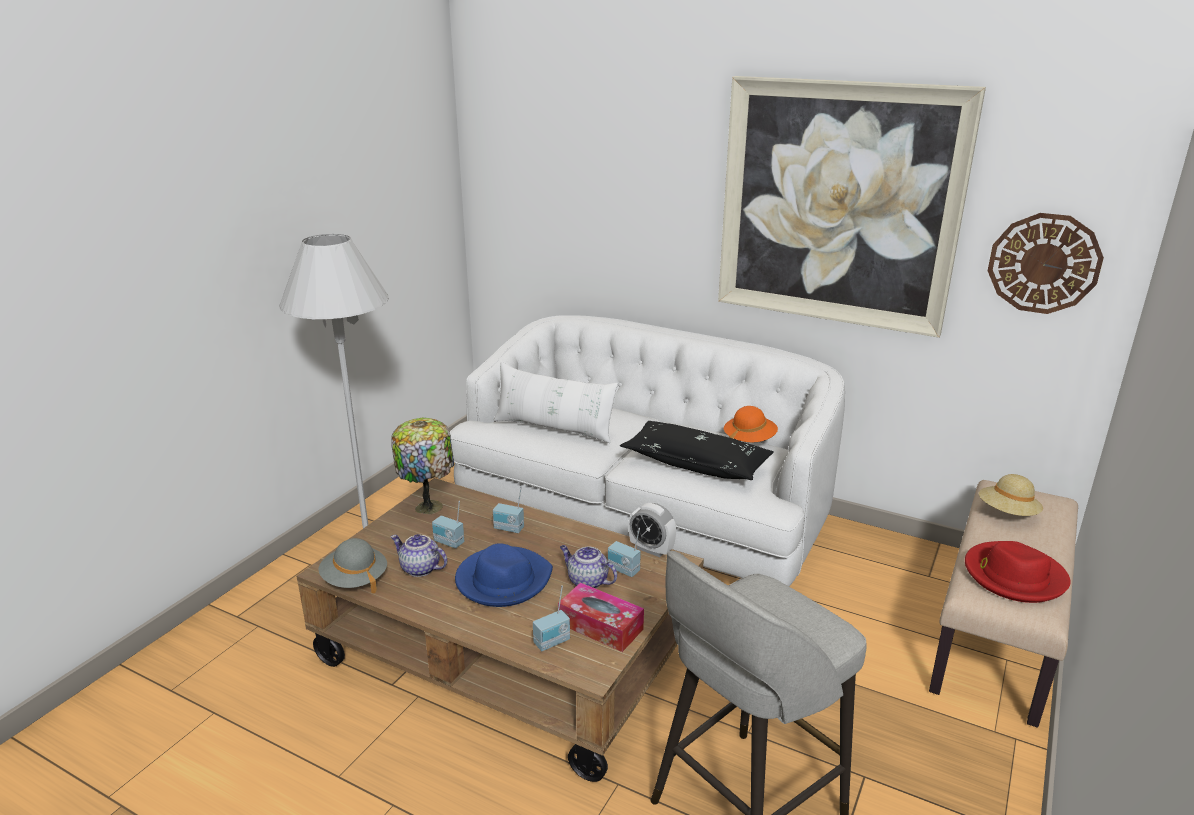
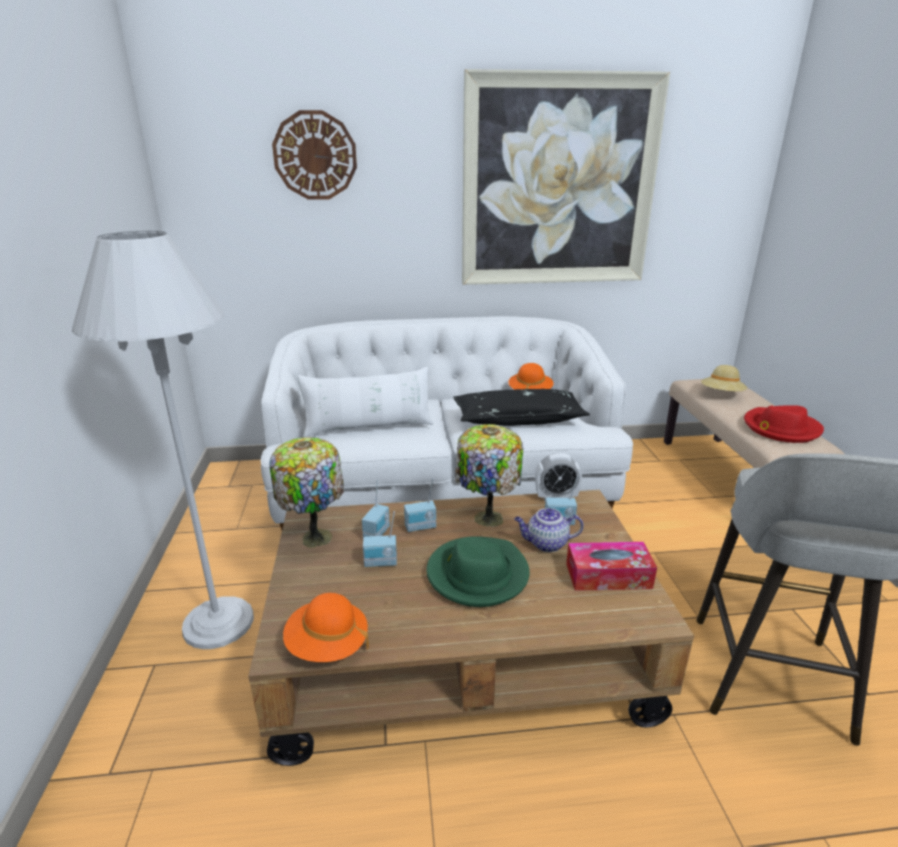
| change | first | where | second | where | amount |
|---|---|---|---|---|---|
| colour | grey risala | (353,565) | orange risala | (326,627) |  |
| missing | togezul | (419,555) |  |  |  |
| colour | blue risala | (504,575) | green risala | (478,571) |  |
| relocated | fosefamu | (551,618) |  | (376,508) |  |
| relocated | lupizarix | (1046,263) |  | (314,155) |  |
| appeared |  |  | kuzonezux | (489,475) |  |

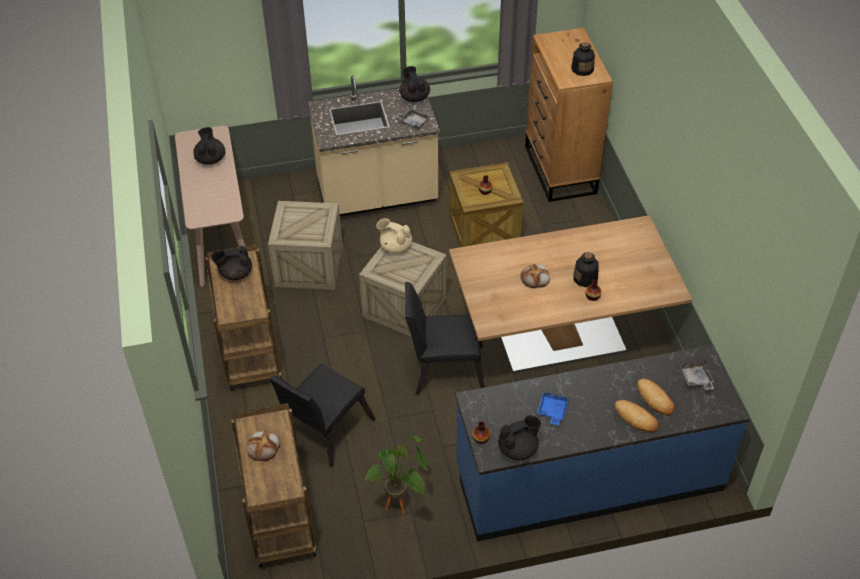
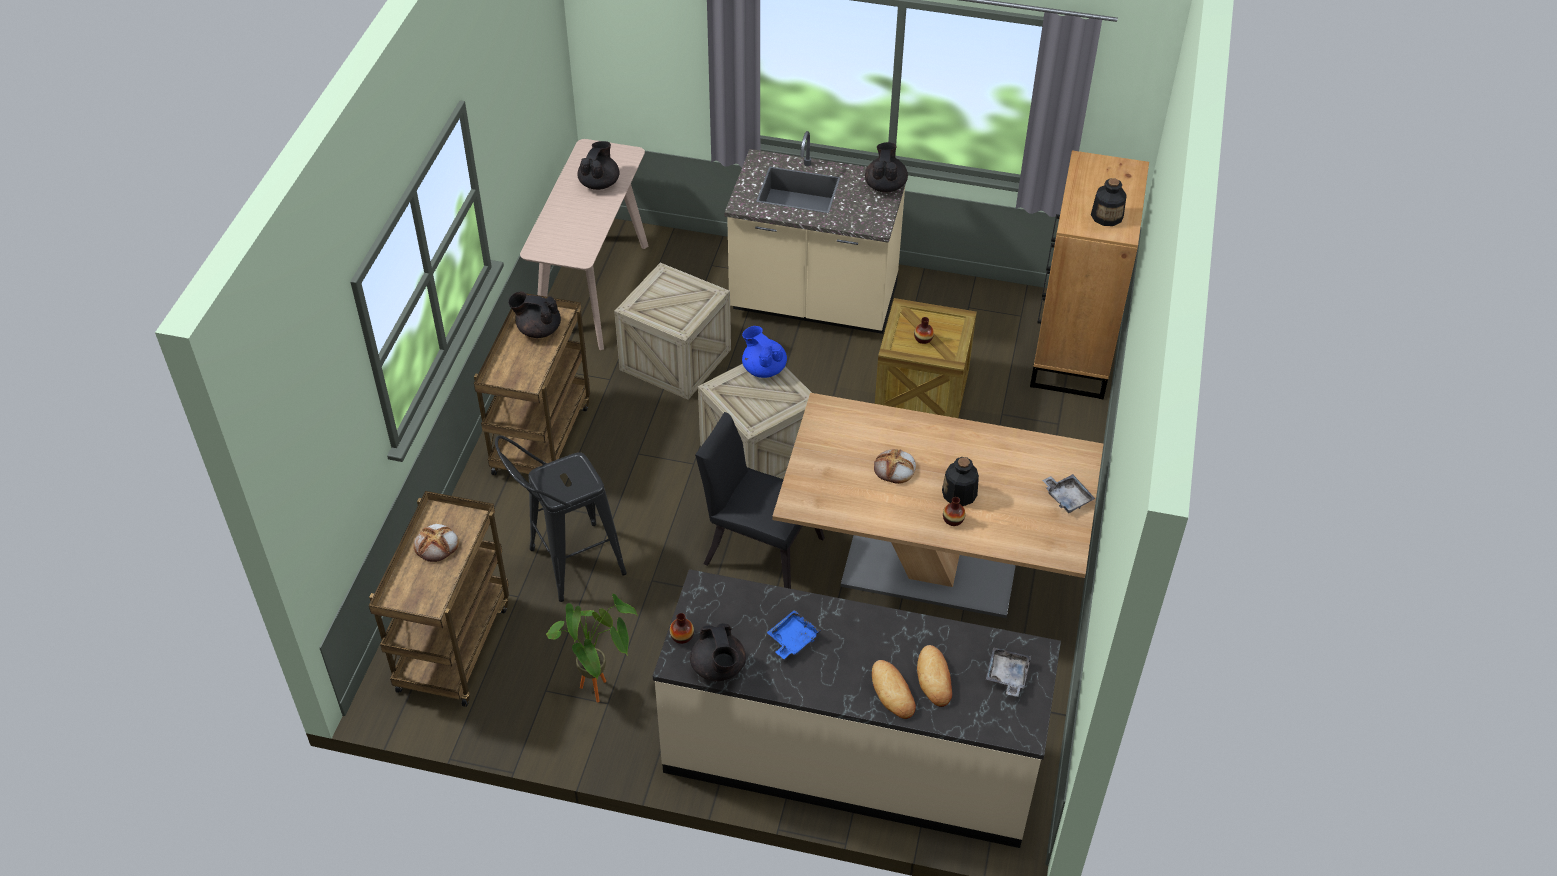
| change | first | where | second | where | amount |
|---|---|---|---|---|---|
| exchanged | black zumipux | (322,415) | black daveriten | (561,518) |  |
| colour | beige togezul | (394,235) | blue togezul | (764,352) |  |
| relocated | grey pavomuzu | (412,118) |  | (1068,493) |  |
| colour | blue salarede | (602,443) | beige salarede | (857,708) |  |
| spun | black togezul | (519,437) |  | (718,652) | 75 degrees clockwise |

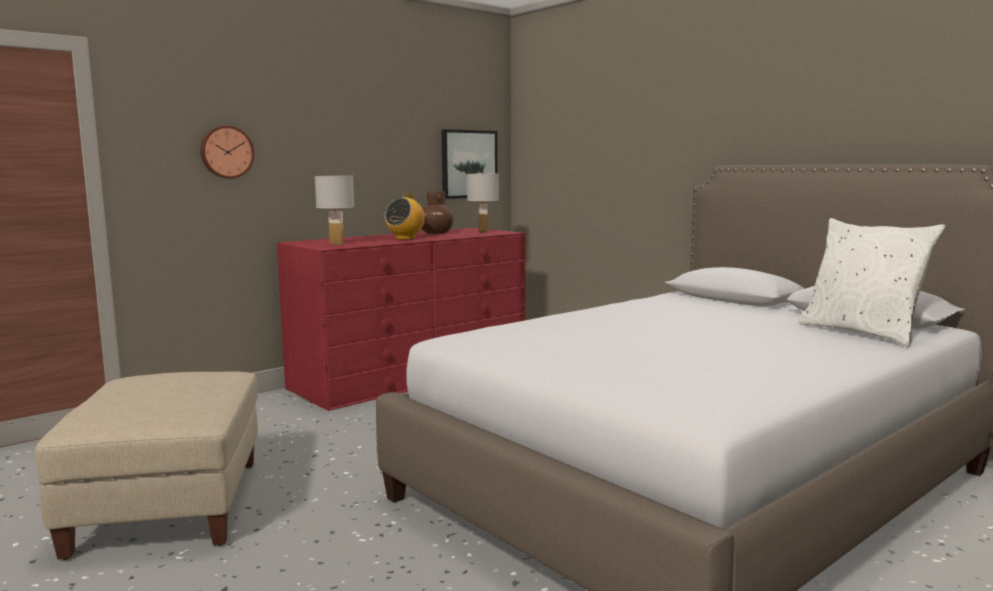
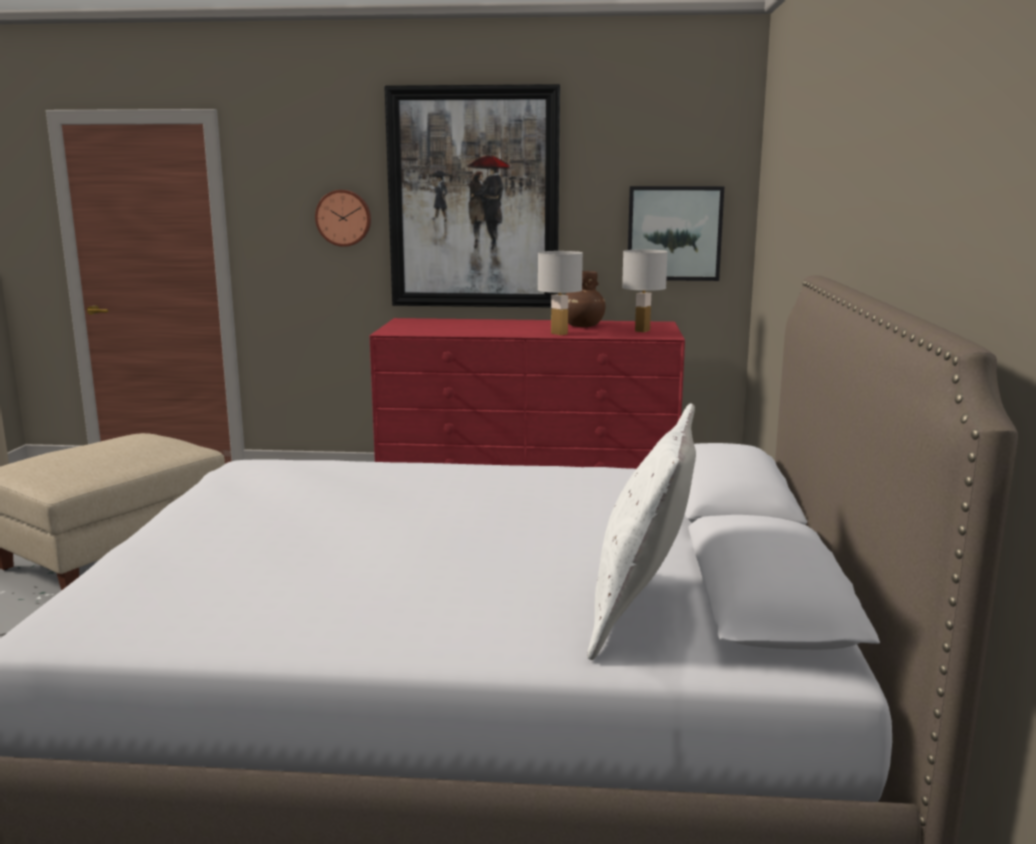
| change | first | where | second | where | amount |
|---|---|---|---|---|---|
| relocated | white kuzonezux | (334,210) |  | (560,293) |  |
| missing | fosefamu | (405,216) |  |  |  |
| appeared |  |  | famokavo | (472,195) |  |

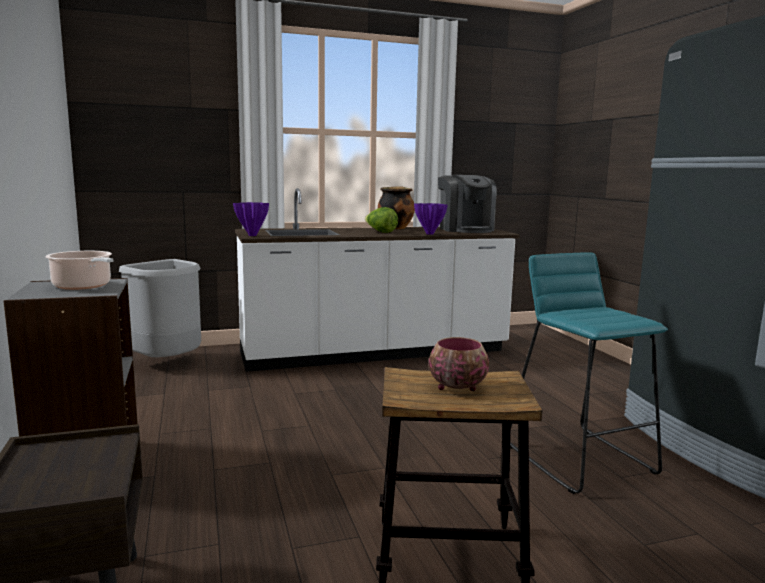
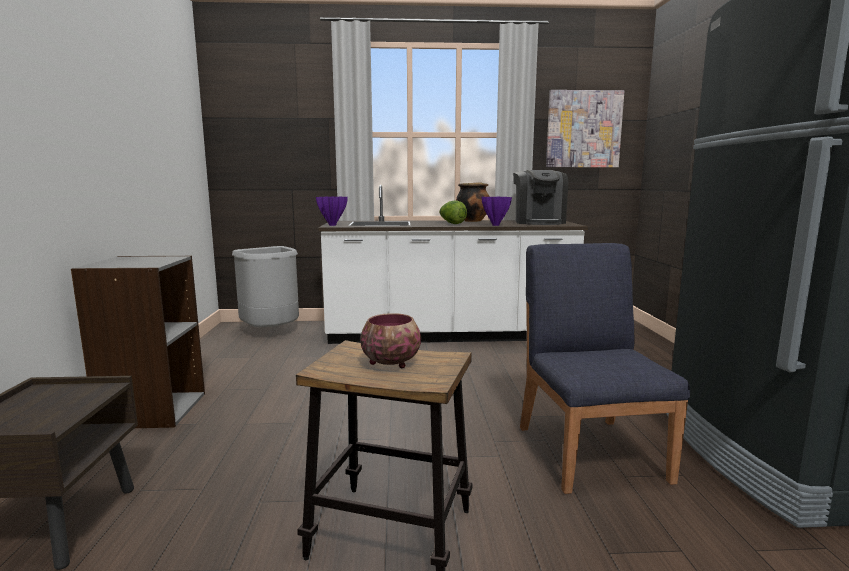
| change | first | where | second | where | amount |
|---|---|---|---|---|---|
| missing | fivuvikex | (79,270) |  |  |  |
| exchanged | turquoise daveriten | (589,373) | blue zumipux | (605,368) |  |
| appeared |  |  | famokavo | (585,128) |  |

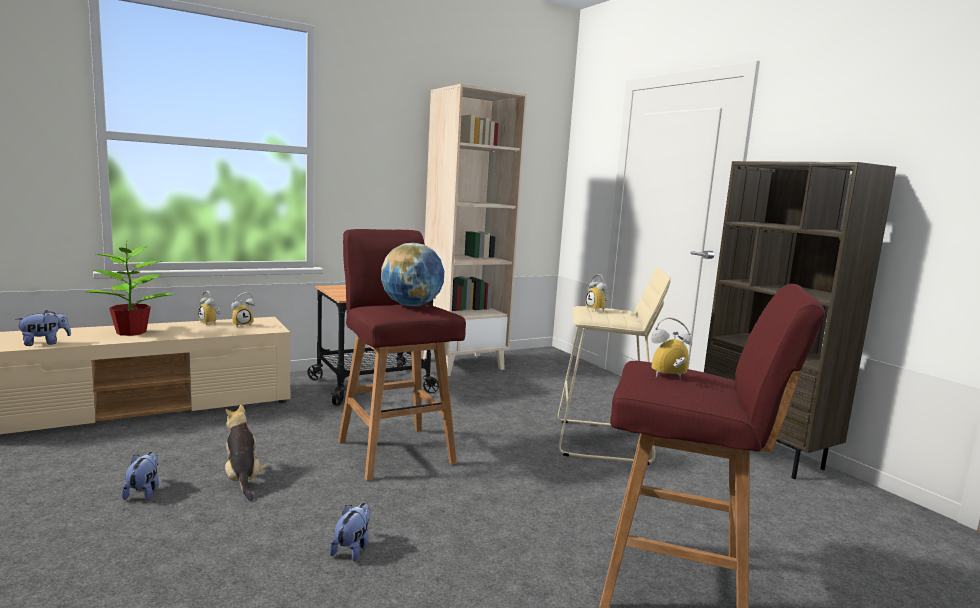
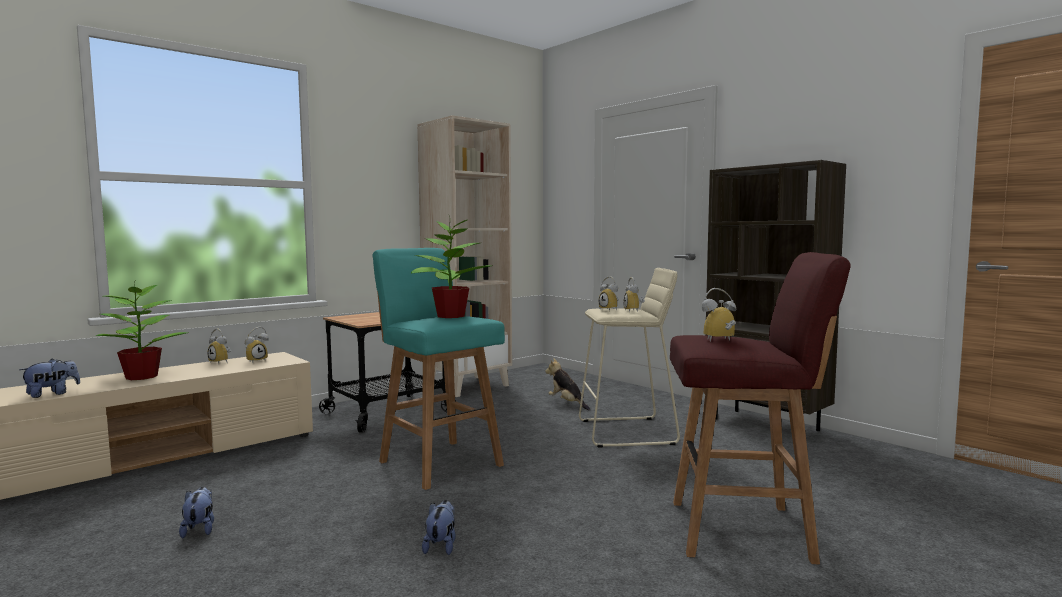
| change | first | where | second | where | amount |
|---|---|---|---|---|---|
| relocated | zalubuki | (246,453) |  | (567,384) |  |
| colour | red daveriten | (402,355) | turquoise daveriten | (438,369) |  |
| exchanged | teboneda | (412,274) | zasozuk | (451,267) |  |
| appeared |  |  | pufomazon | (634,294) |  |

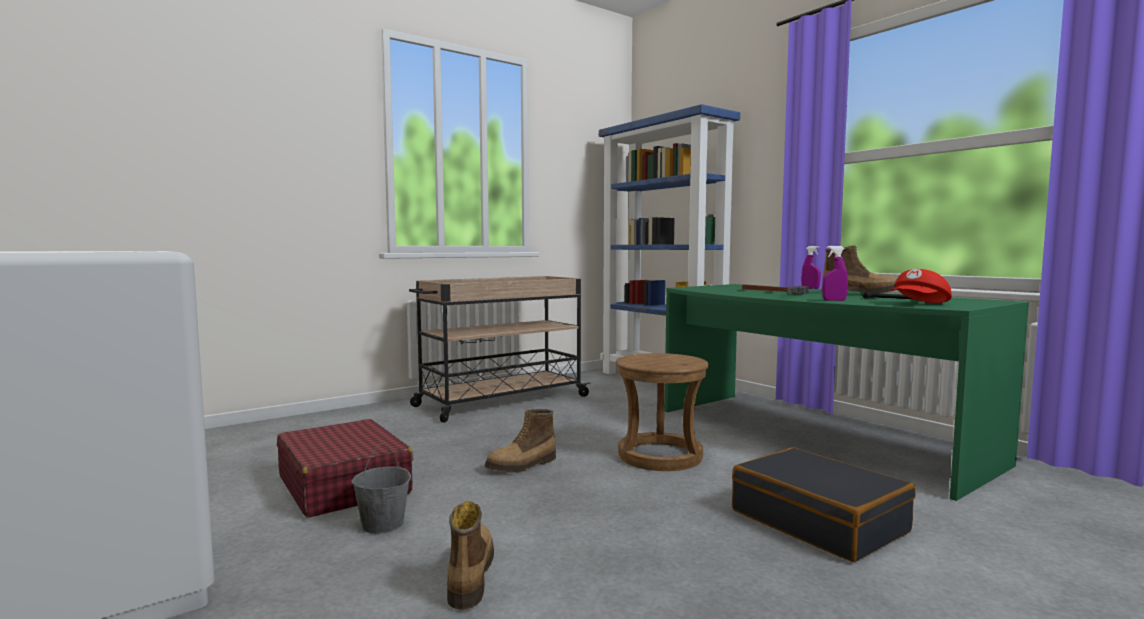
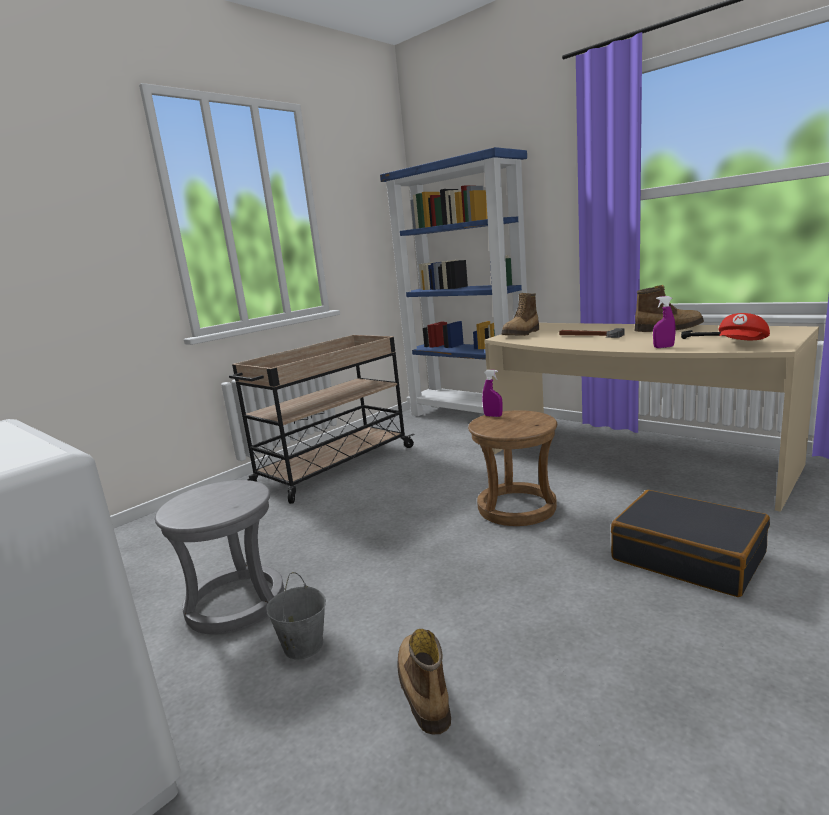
| change | first | where | second | where | amount |
|---|---|---|---|---|---|
| exchanged | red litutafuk | (345,468) | grey daveriten | (219,557) |  |
| relocated | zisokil | (520,441) |  | (520,314) |  |
| colour | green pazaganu | (847,392) | beige pazaganu | (651,417) |  |
| relocated | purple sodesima | (811,267) |  | (492,393) |  |

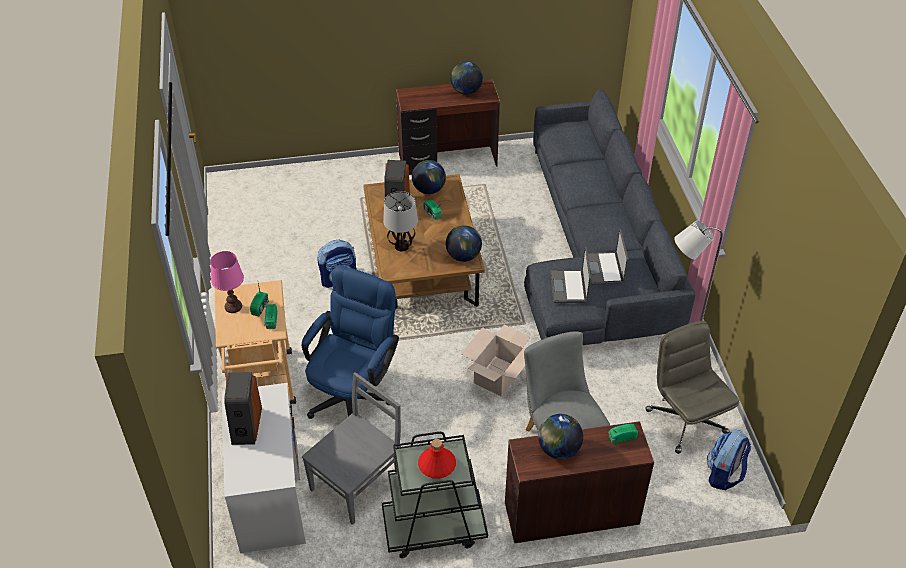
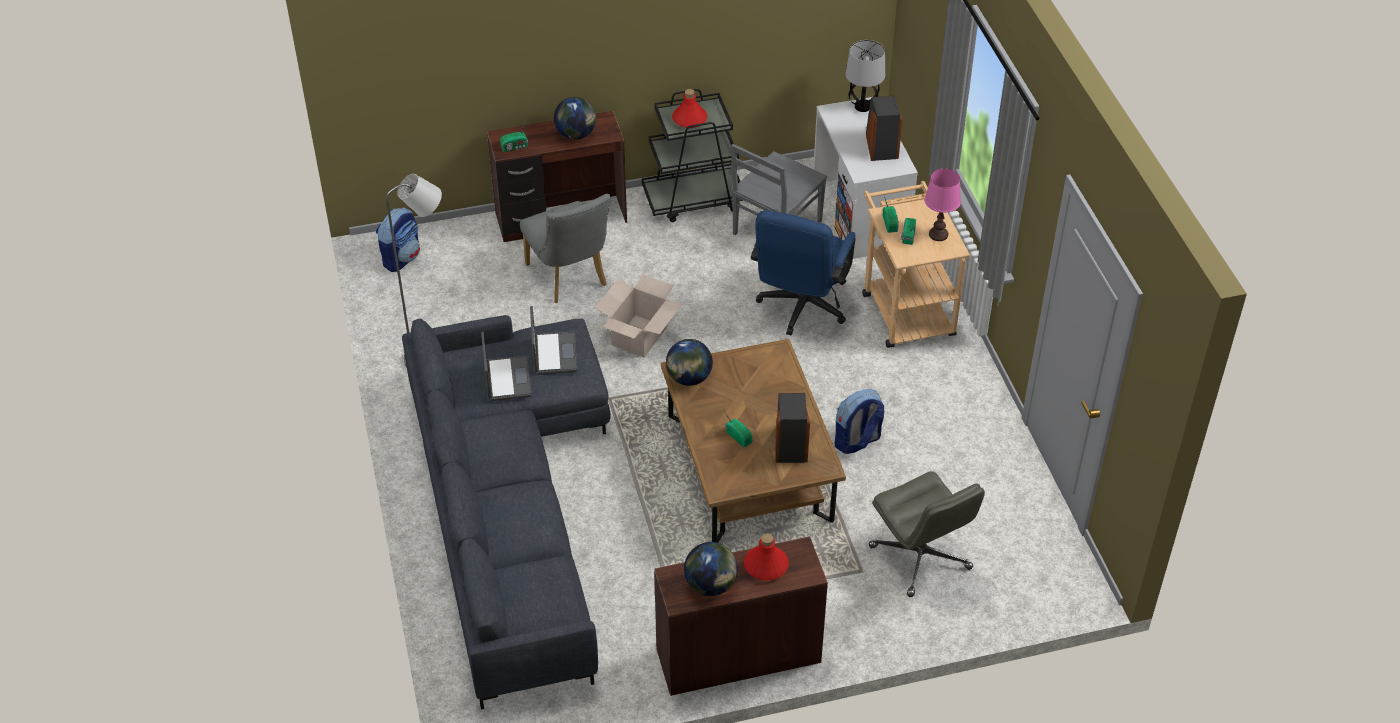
| change | first | where | second | where | amount |
|---|---|---|---|---|---|
| relocated | kuzonezux | (400,221) |  | (865,76) |  |
| missing | teboneda | (429,177) |  |  |  |
| relocated | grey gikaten | (692,387) |  | (927,534) |  |
| appeared |  |  | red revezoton | (766,557) |  |

